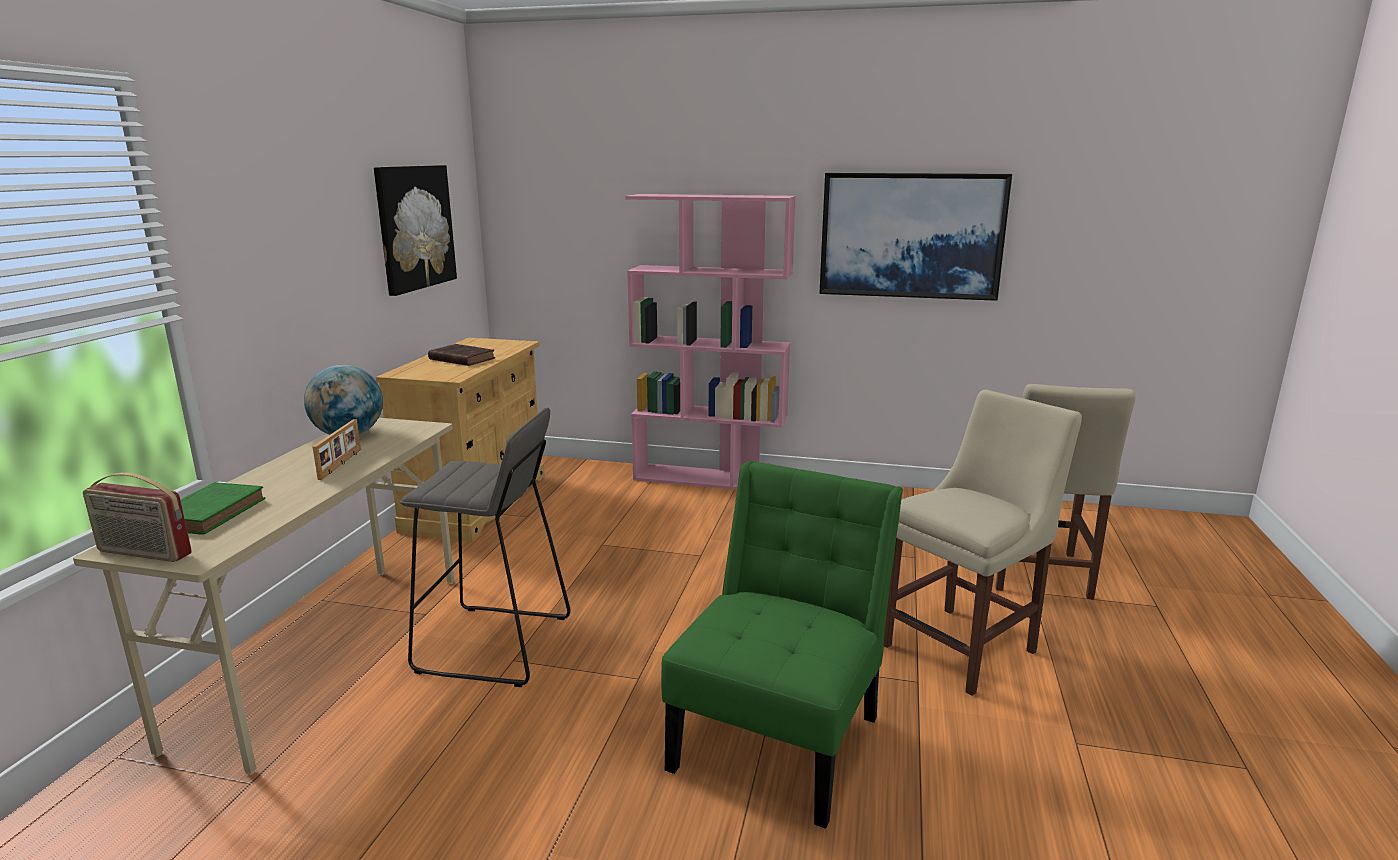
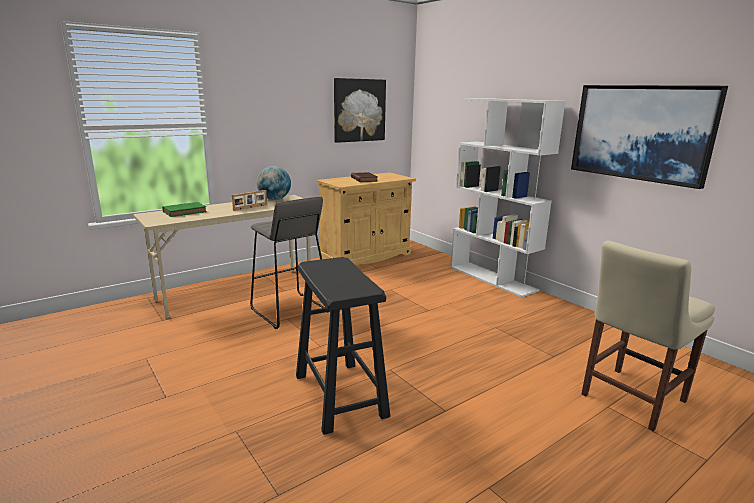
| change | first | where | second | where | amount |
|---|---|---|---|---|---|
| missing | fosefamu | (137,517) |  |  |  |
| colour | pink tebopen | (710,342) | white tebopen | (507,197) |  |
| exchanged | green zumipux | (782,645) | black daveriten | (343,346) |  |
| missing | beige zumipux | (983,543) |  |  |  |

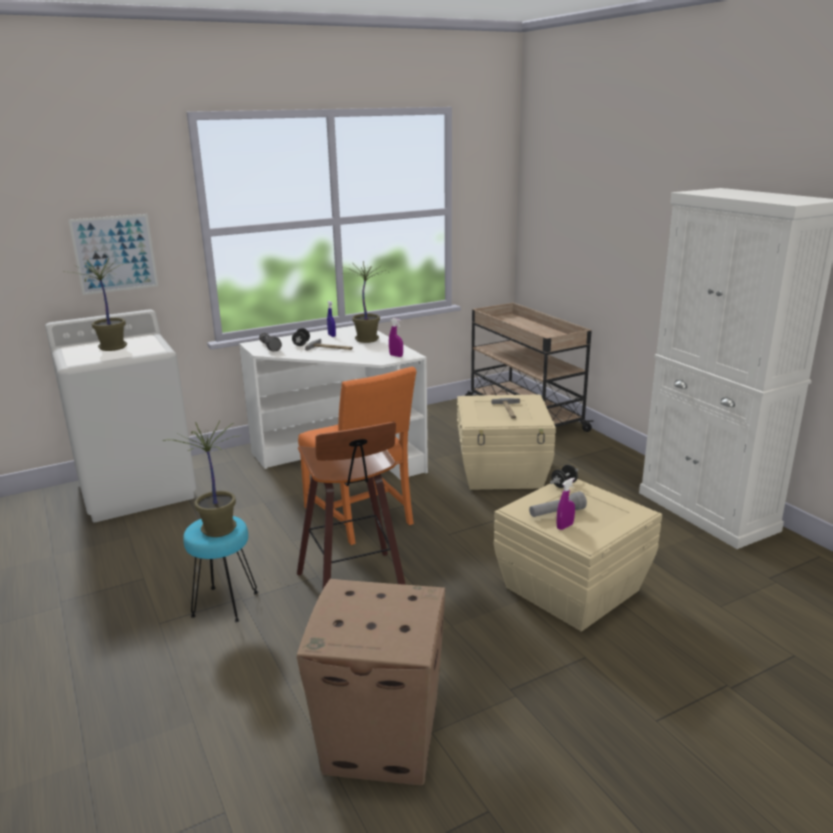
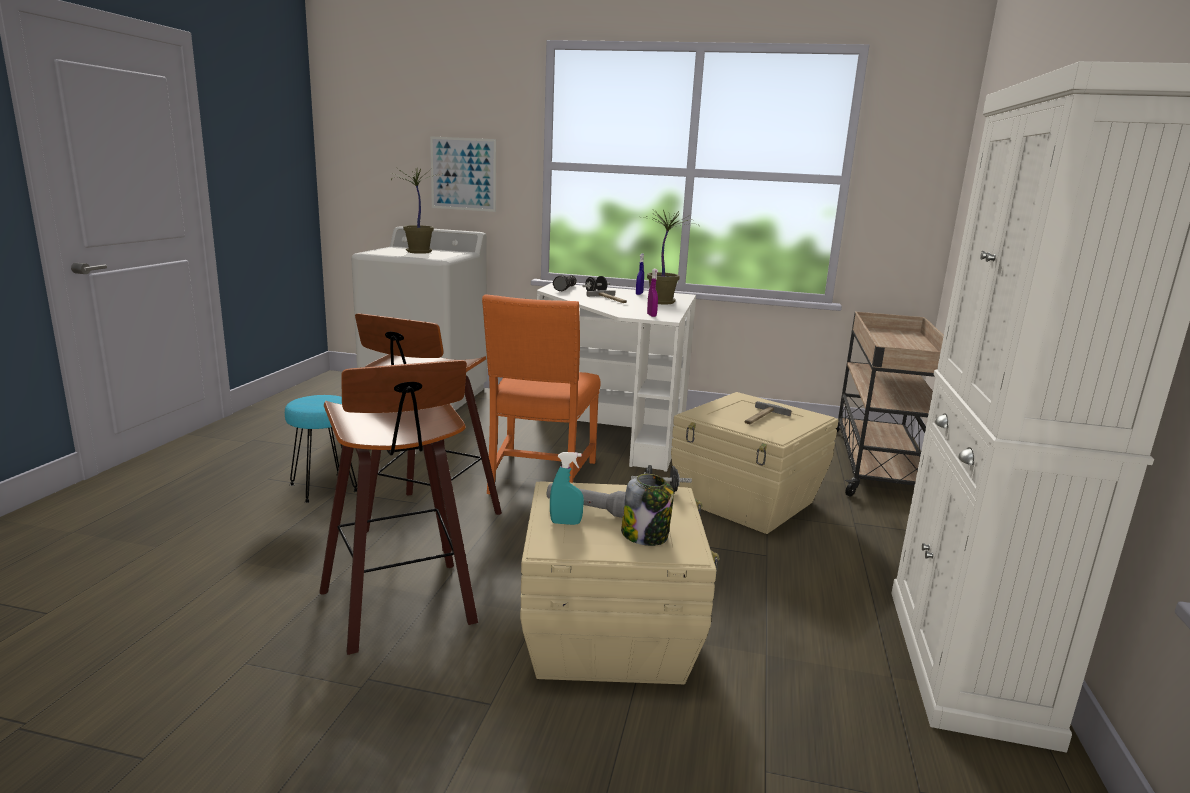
| change | first | where | second | where | amount |
|---|---|---|---|---|---|
| missing | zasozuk | (202,479) |  |  |  |
| missing | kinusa | (371,682) |  |  |  |
| colour | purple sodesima | (566,504) | turquoise sodesima | (567,488) |  |
| appeared |  |  | daveriten | (398,507) |  |
| appeared |  |  | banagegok | (647,510) |  |

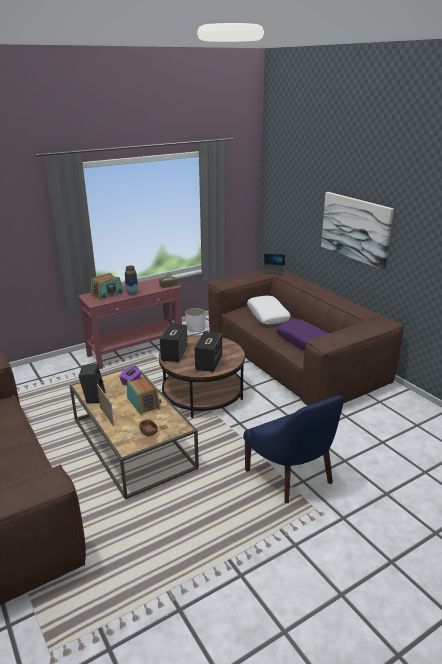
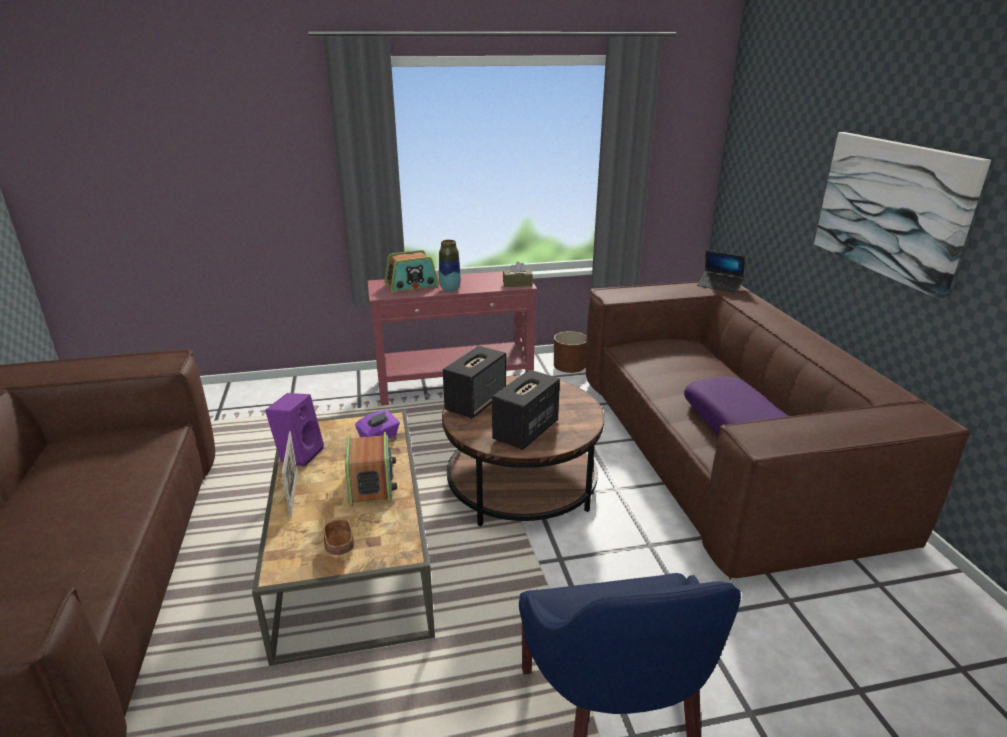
| change | first | where | second | where | amount |
|---|---|---|---|---|---|
| colour | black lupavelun | (92,383) | purple lupavelun | (294,430) |  |
| colour | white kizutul | (195,320) | brown kizutul | (570,352) |  |
| missing | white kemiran | (269,310) |  |  |  |

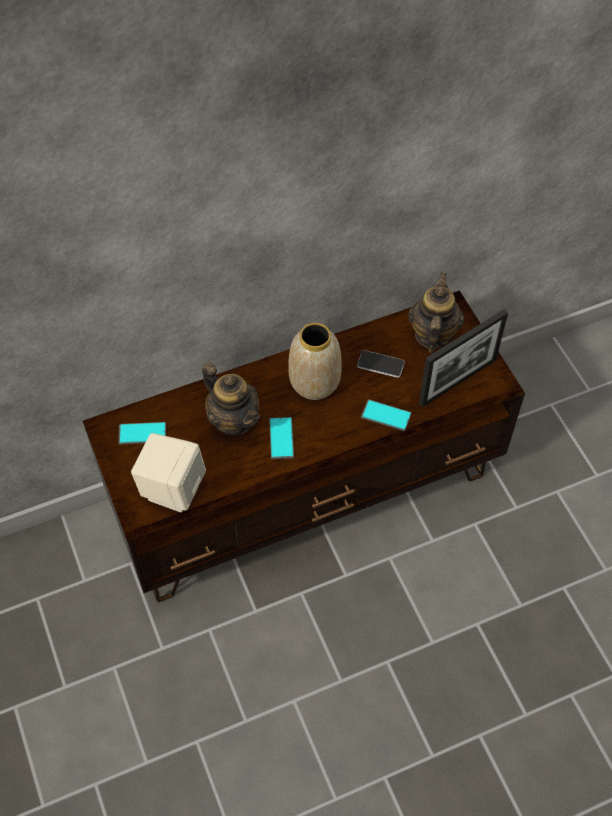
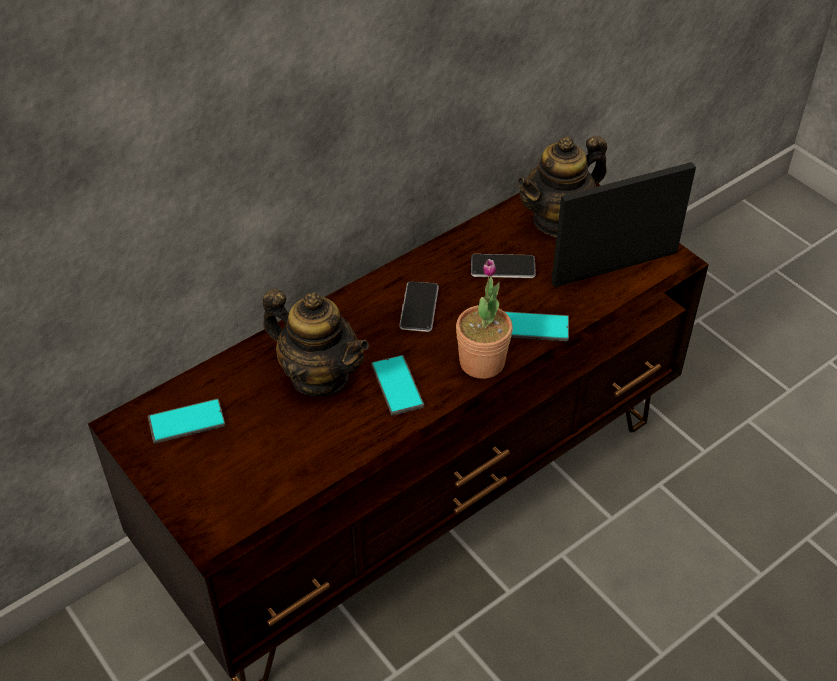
| change | first | where | second | where | amount |
|---|---|---|---|---|---|
| missing | beige lupavelun | (168,472) |  |  |  |
| exchanged | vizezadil | (315,361) | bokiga | (419,306) |  |
| spun | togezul | (436,312) |  | (562,186) | 120 degrees counterclockwise |
| spun | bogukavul | (463,358) |  | (623,224) | 150 degrees counterclockwise |
| appeared |  |  | zasozuk | (484,319) |  |

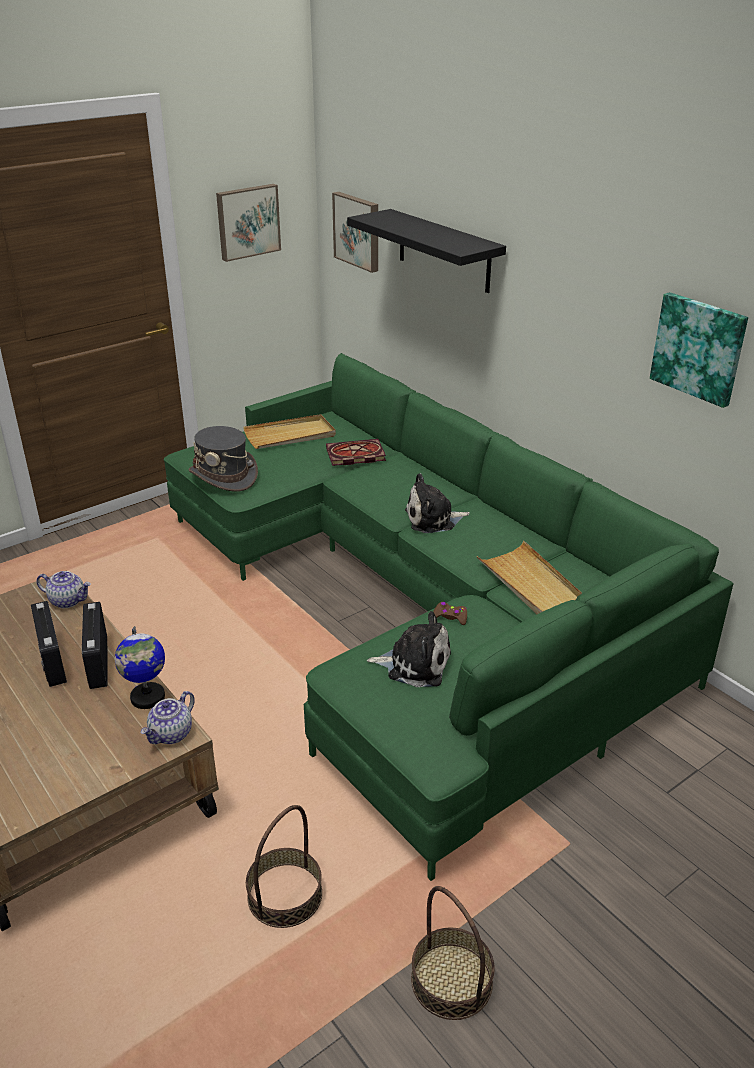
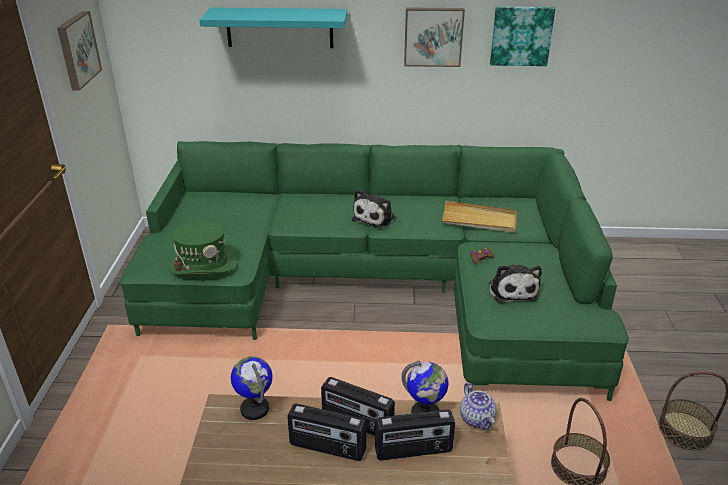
| change | first | where | second | where | amount |
|---|---|---|---|---|---|
| exchanged | togezul | (63,589) | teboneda | (251,388) |  |
| colour | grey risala | (223,459) | green risala | (202,248) |  |
| missing | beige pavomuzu | (289,431) |  |  |  |
| missing | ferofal | (356,452) |  |  |  |
| relocated | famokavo | (355,232) |  | (434,37) |  |
| colour | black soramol | (426,251) | turquoise soramol | (273,28) |  |
| spun | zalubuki | (409,649) |  | (515,284) | 120 degrees clockwise |
| appeared |  |  | fosefamu | (415,435) |  |

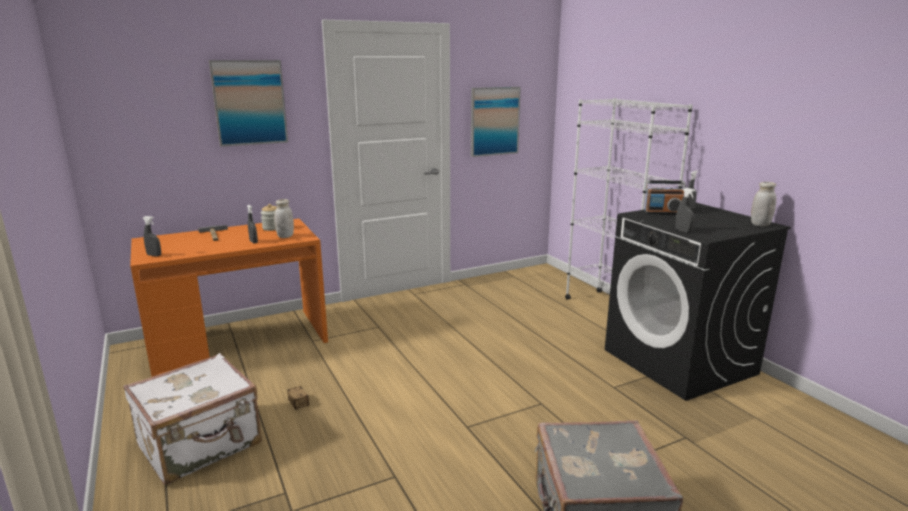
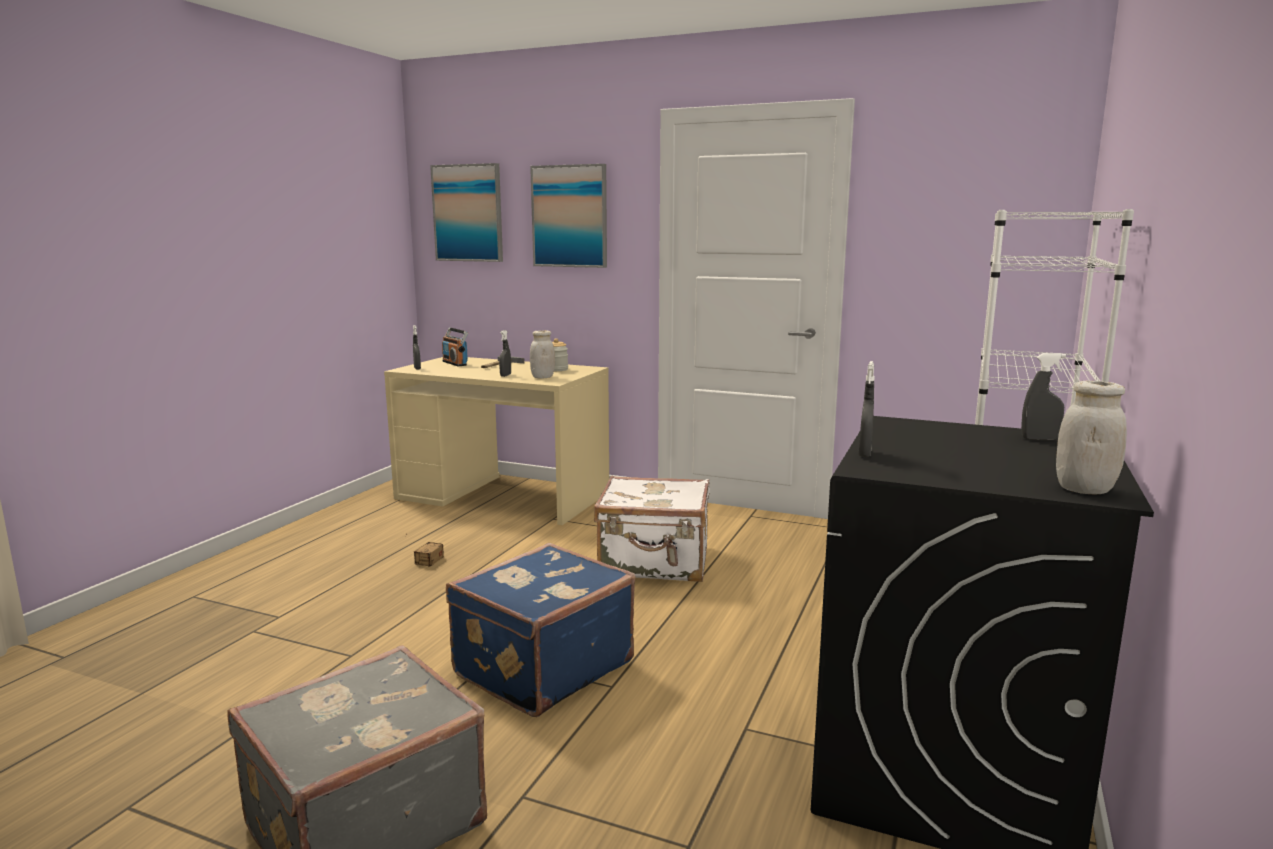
| change | first | where | second | where | amount |
|---|---|---|---|---|---|
| relocated | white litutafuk | (192,419) |  | (652,529) |  |
| colour | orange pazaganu | (229,298) | beige pazaganu | (496,441) |  |
| relocated | famokavo | (496,122) |  | (466,212) |  |
| relocated | fosefamu | (665,197) |  | (455,346) |  |
| appeared |  |  | blue litutafuk | (541,630) |  |

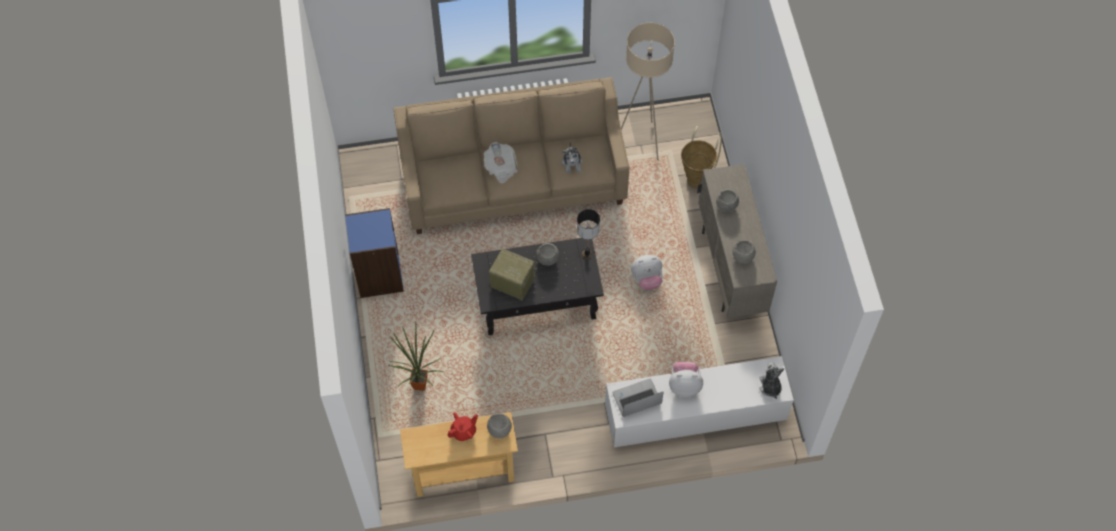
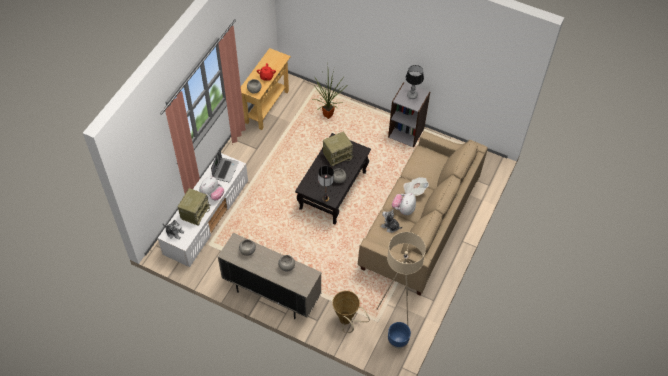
| change | first | where | second | where | amount |
|---|---|---|---|---|---|
| colour | blue tebopen | (374,253) | grey tebopen | (409,114) |  |
| relocated | zalubuki | (647,272) |  | (404,204) |  |
| appeared |  |  | fosefamu | (194,206) |  |
| appeared |  |  | blue kizutul | (399,335) |  |
| appeared |  |  | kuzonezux | (415,82) |  |

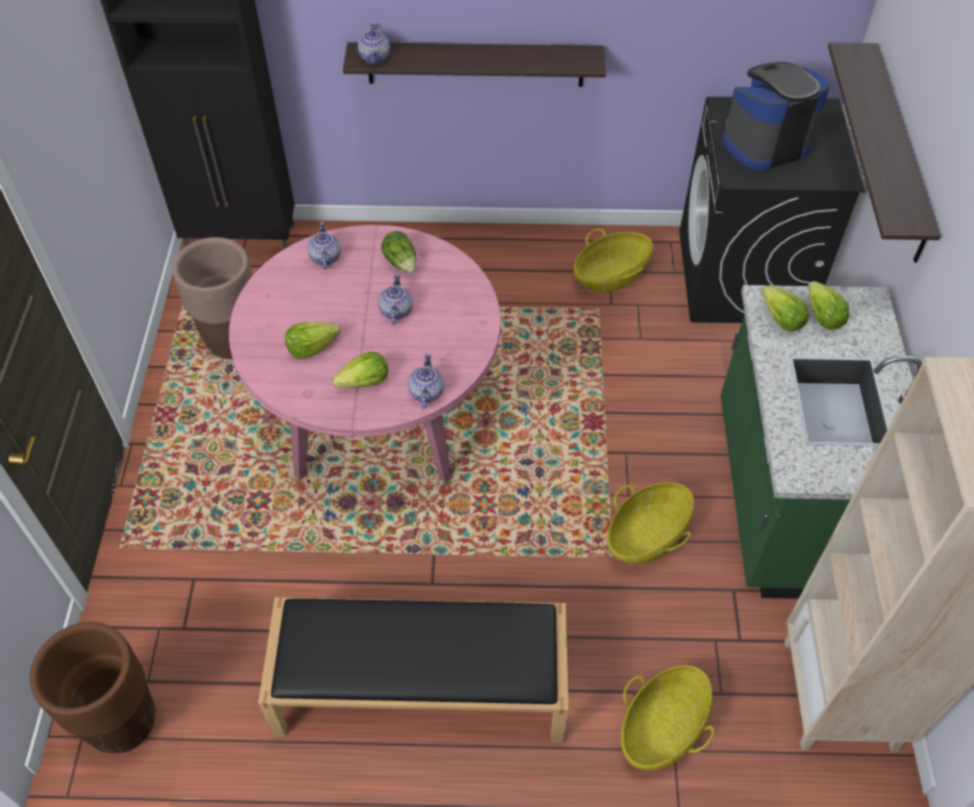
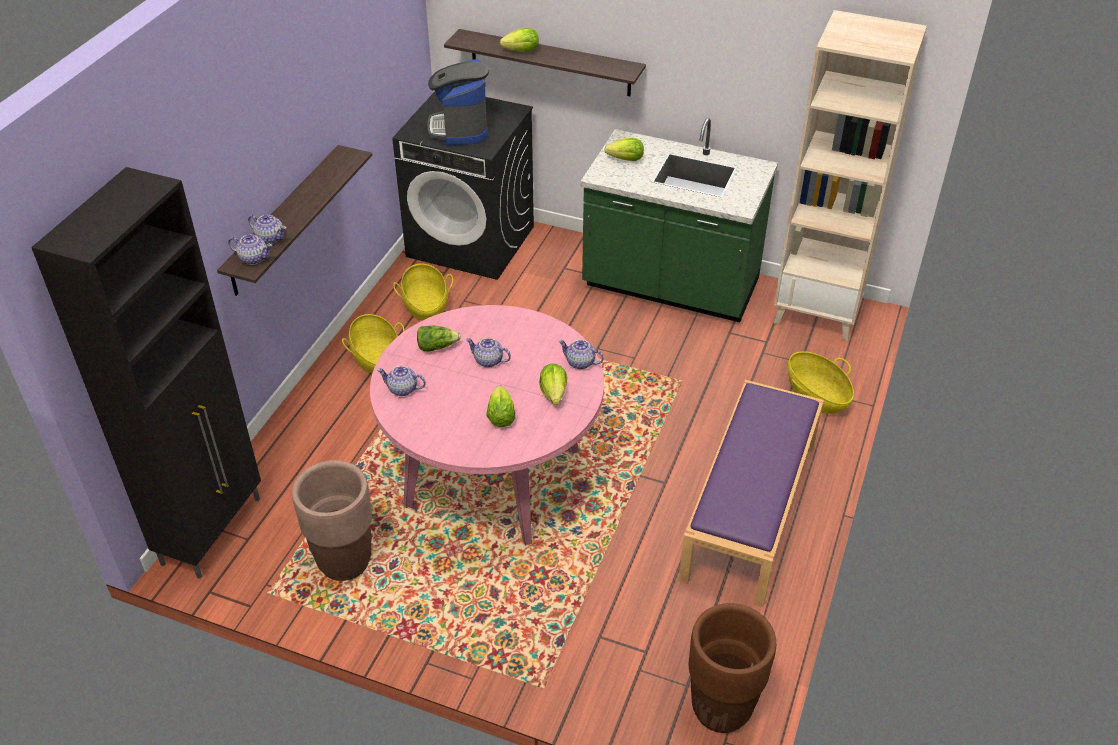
| change | first | where | second | where | amount |
|---|---|---|---|---|---|
| colour | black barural | (413,670) | purple barural | (751,493) |  |
| relocated | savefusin | (650,523) |  | (373,343) |  |
| relocated | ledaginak | (785,308) |  | (519,40) |  |
| appeared |  |  | togezul | (267,229) |  |

